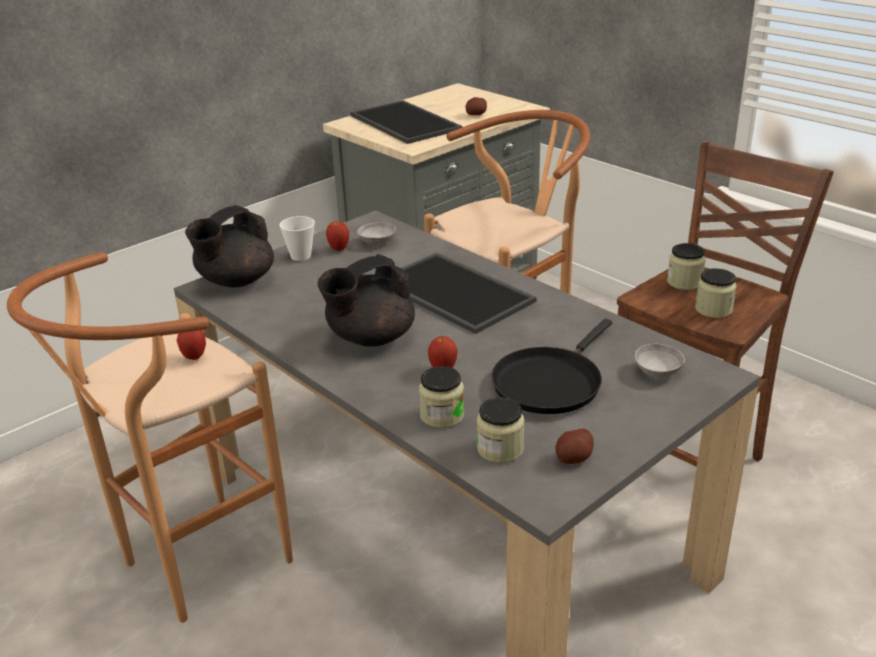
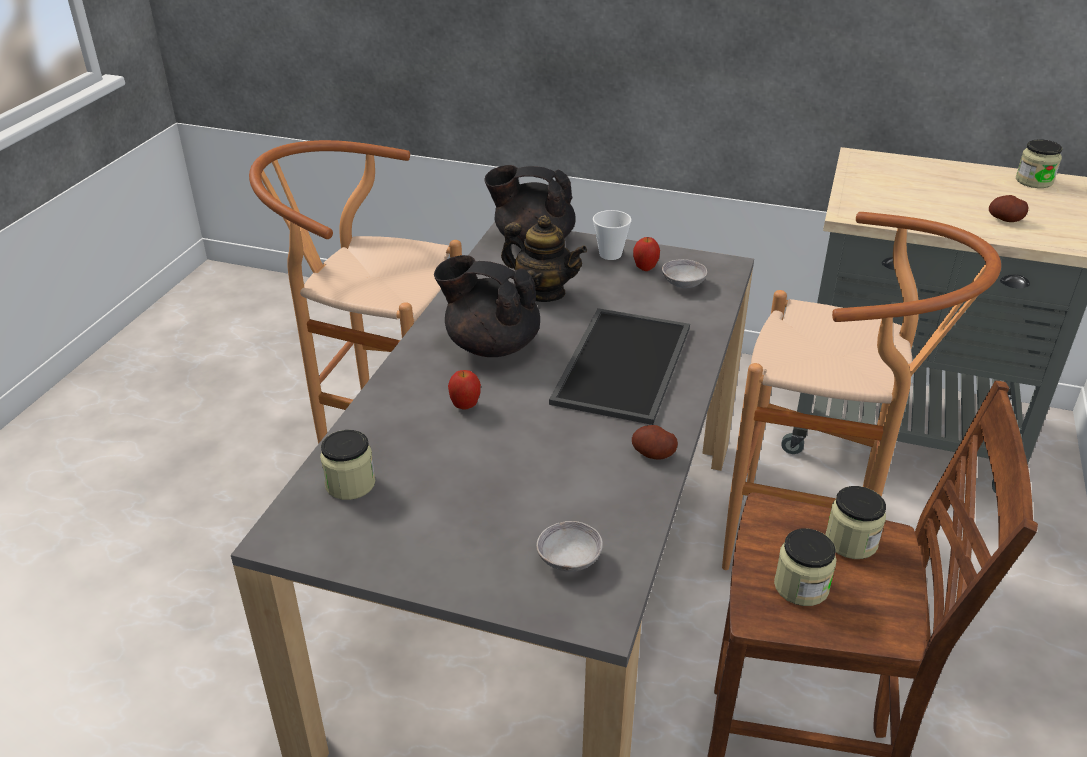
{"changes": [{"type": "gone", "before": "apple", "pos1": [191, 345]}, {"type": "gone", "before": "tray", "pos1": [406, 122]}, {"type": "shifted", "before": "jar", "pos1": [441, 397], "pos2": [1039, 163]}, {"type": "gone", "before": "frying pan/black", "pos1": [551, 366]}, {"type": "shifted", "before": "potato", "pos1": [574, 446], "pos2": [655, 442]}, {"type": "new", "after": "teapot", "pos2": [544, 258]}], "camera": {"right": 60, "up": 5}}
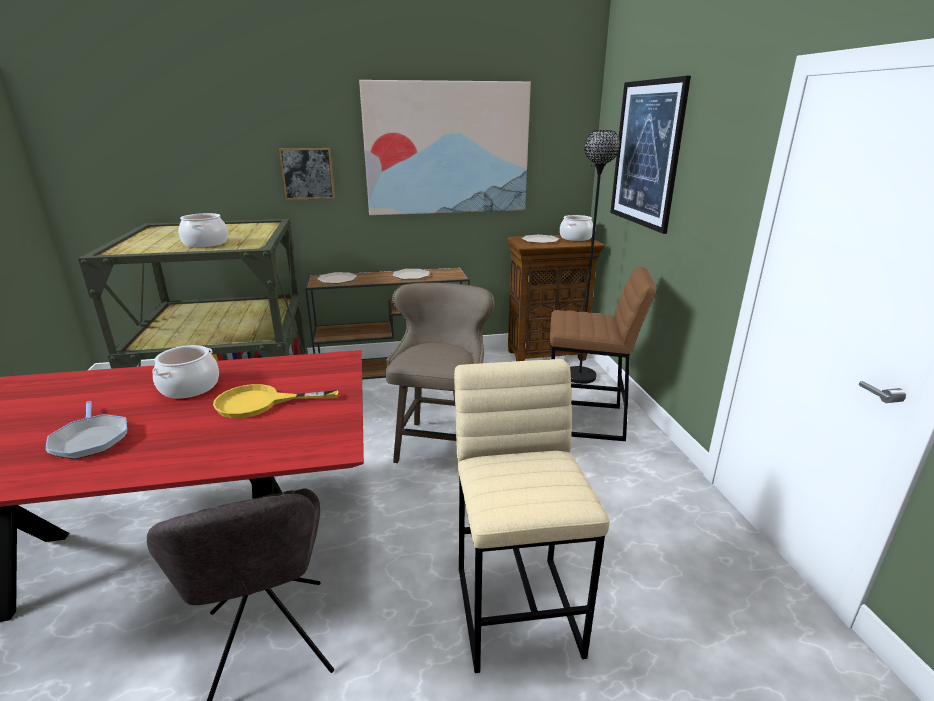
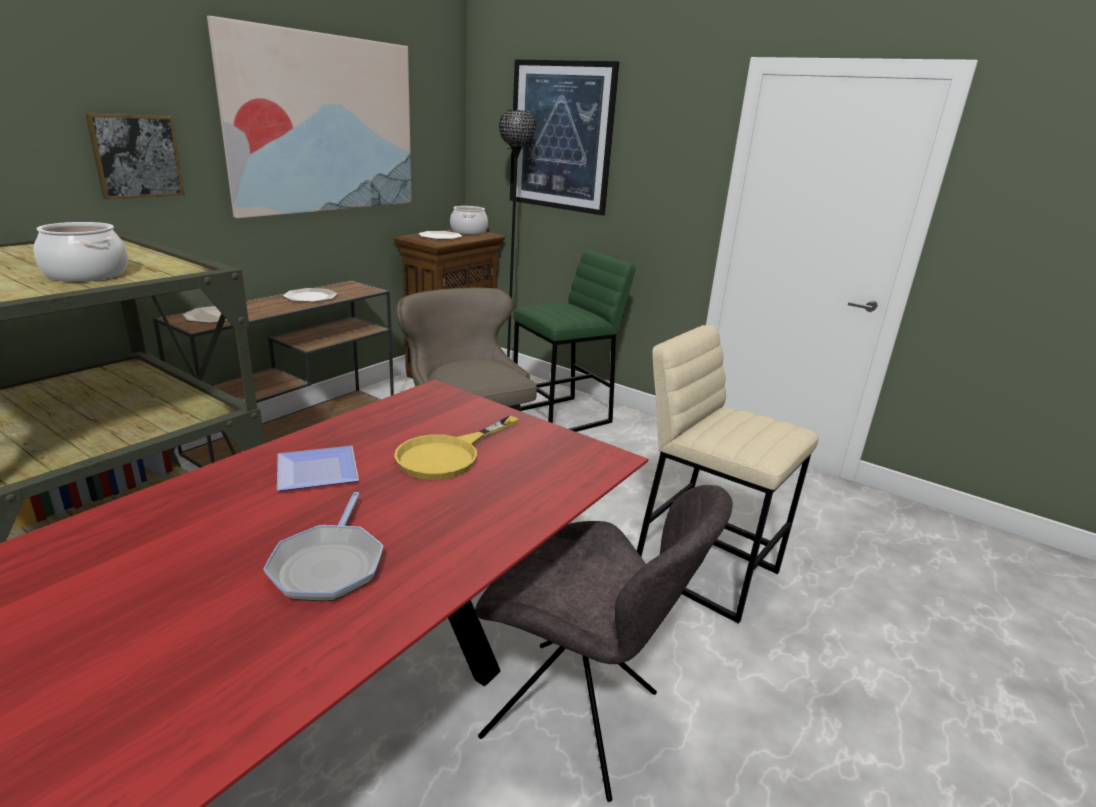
{"changes": [{"type": "rotated", "before": "frying pan", "pos1": [86, 430], "pos2": [323, 546], "turn": 75}, {"type": "swapped", "before": "cooking pot", "after": "plate", "pos1": [185, 372], "pos2": [318, 468]}, {"type": "repainted", "before": "stool/brown", "after": "stool/green", "pos1": [603, 354], "pos2": [574, 341]}], "camera": {"right": -45, "up": 0}}
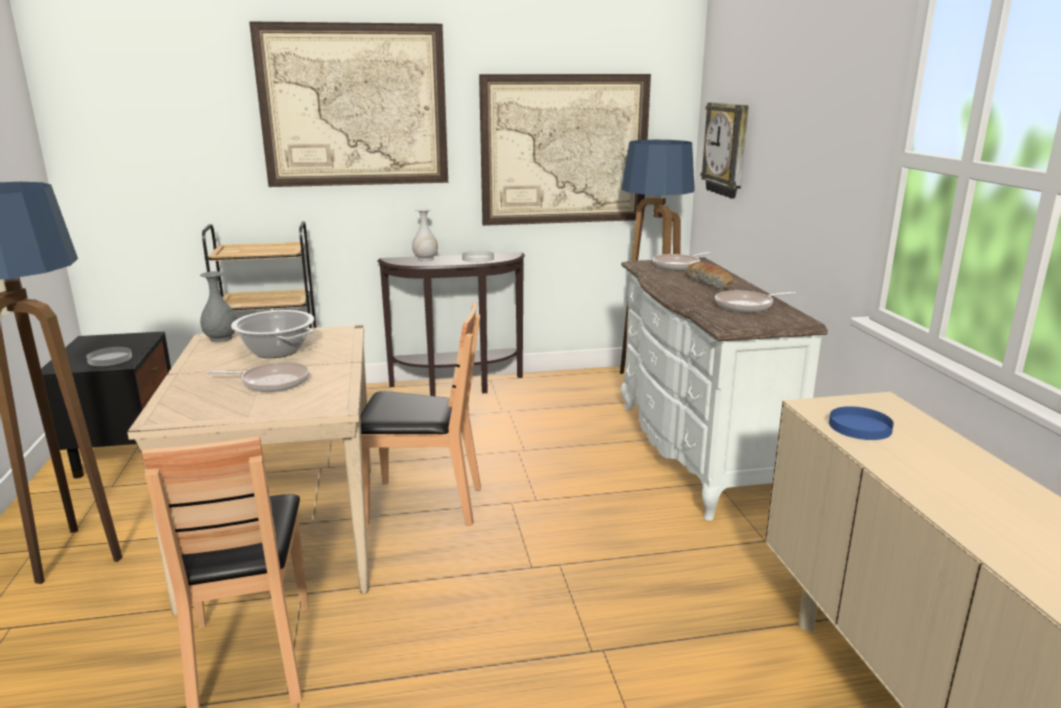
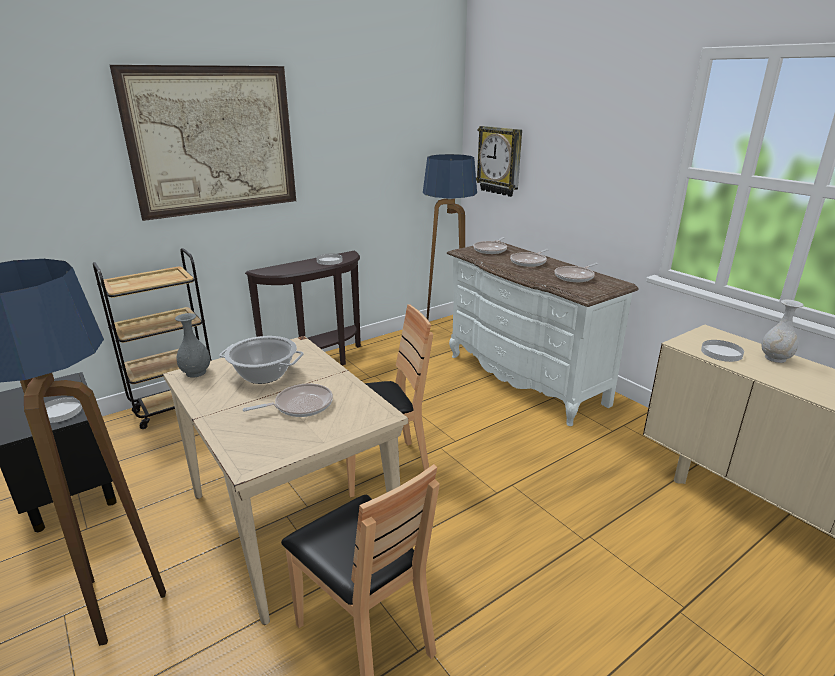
{"changes": [{"type": "shifted", "before": "vase/white", "pos1": [425, 234], "pos2": [782, 331]}, {"type": "gone", "before": "picture", "pos1": [565, 150]}, {"type": "swapped", "before": "bread", "after": "frying pan", "pos1": [709, 275], "pos2": [529, 258]}, {"type": "repainted", "before": "plate/blue", "after": "plate/white", "pos1": [861, 423], "pos2": [722, 351]}], "camera": {"right": -25, "up": 5}}
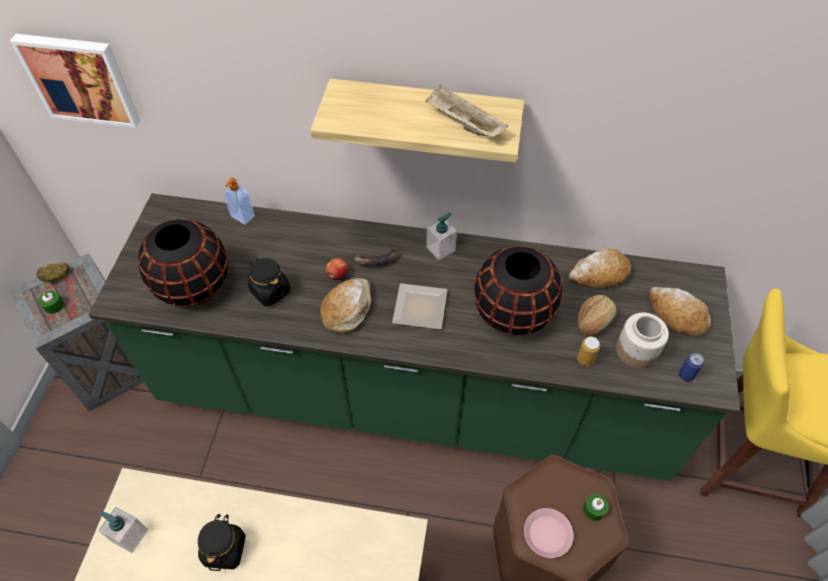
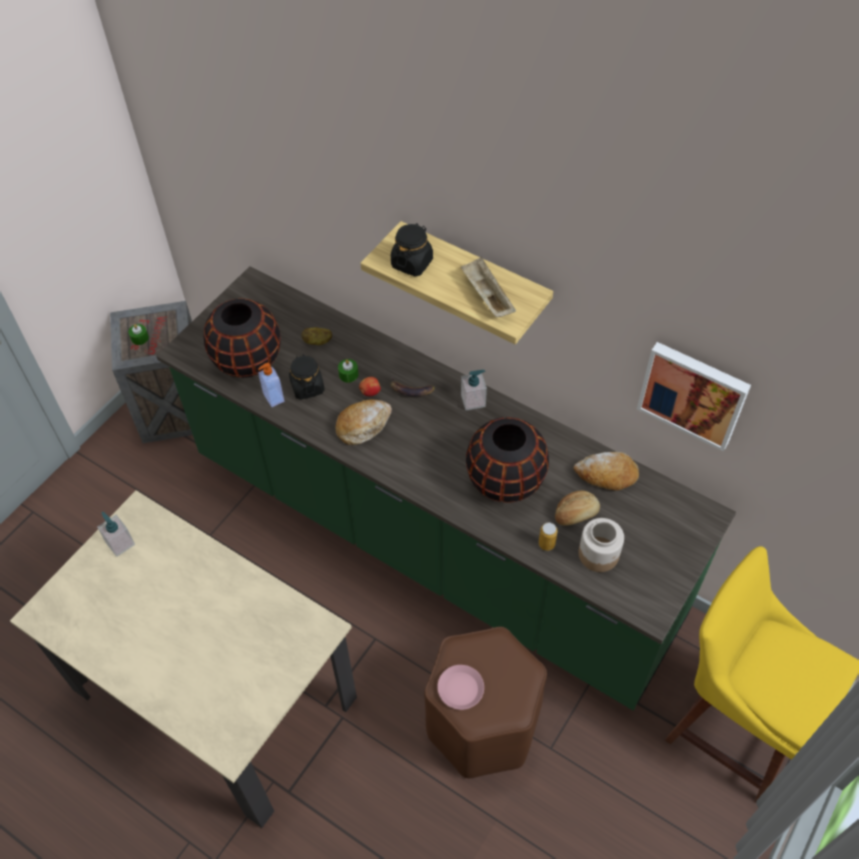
{"changes": [{"type": "shifted", "before": "picture", "pos1": [75, 81], "pos2": [694, 396]}, {"type": "shifted", "before": "potato", "pos1": [53, 272], "pos2": [316, 336]}, {"type": "shifted", "before": "jar/black", "pos1": [222, 542], "pos2": [412, 249]}, {"type": "shifted", "before": "soap dispenser", "pos1": [239, 201], "pos2": [271, 384]}, {"type": "gone", "before": "plate", "pos1": [419, 306]}, {"type": "shifted", "before": "candle/green", "pos1": [596, 507], "pos2": [348, 371]}, {"type": "gone", "before": "bread", "pos1": [680, 311]}, {"type": "gone", "before": "can", "pos1": [691, 367]}], "camera": {"right": 25, "up": 0}}
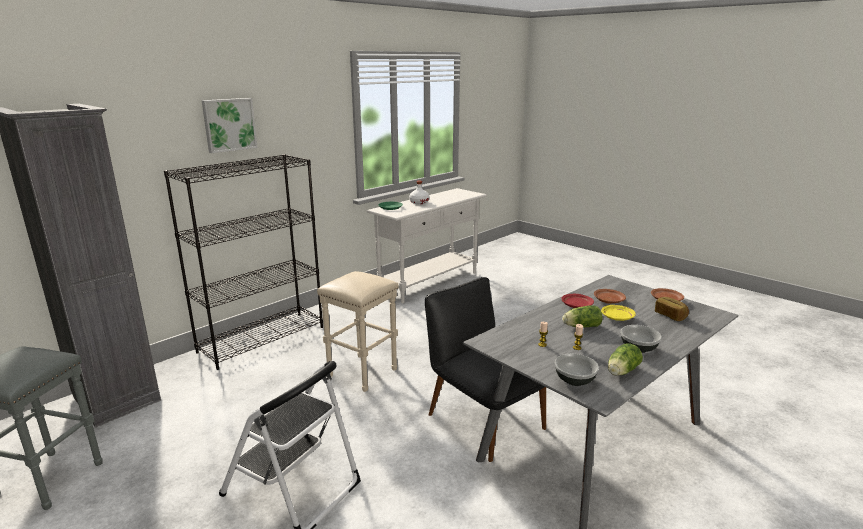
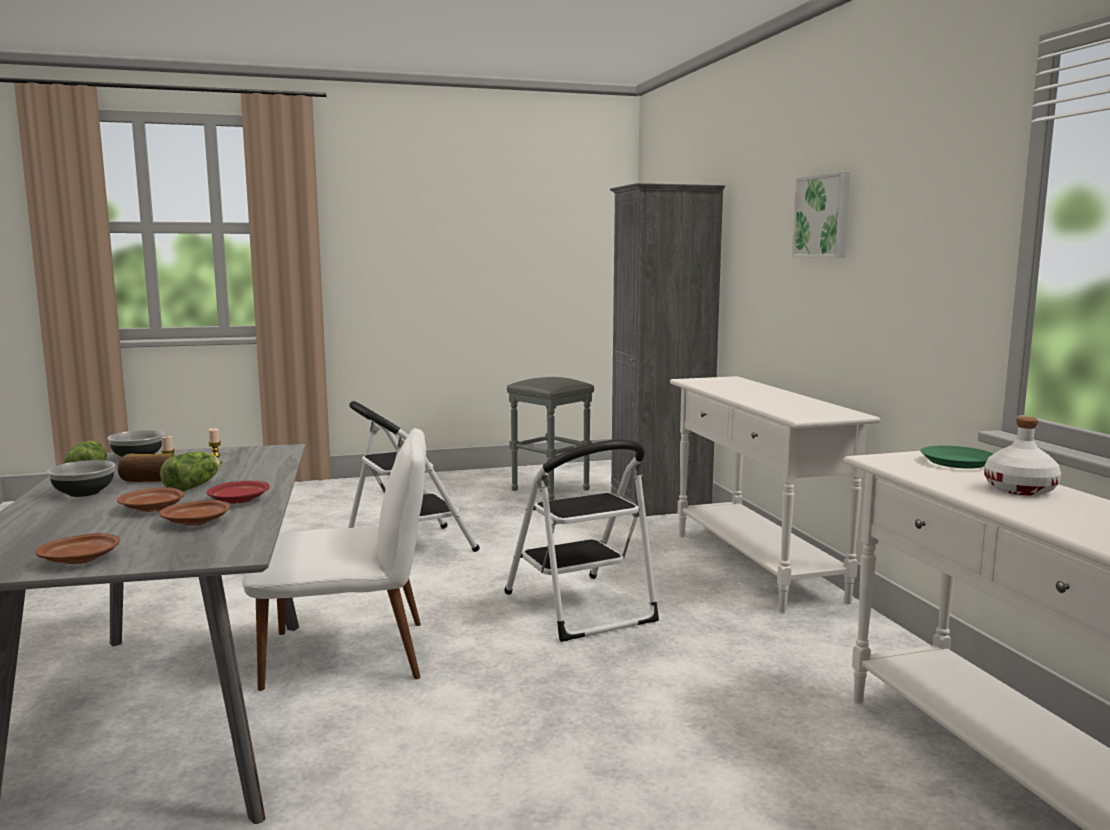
{"changes": [{"type": "swapped", "before": "bookcase/black", "after": "console table/white", "pos1": [243, 262], "pos2": [775, 494]}, {"type": "swapped", "before": "stool/beige", "after": "step ladder", "pos1": [358, 331], "pos2": [581, 541]}, {"type": "repainted", "before": "chair/black", "after": "chair/white", "pos1": [485, 369], "pos2": [334, 559]}, {"type": "repainted", "before": "plate/yellow", "after": "plate/brown", "pos1": [618, 313], "pos2": [150, 499]}, {"type": "shifted", "before": "bread", "pos1": [672, 309], "pos2": [146, 467]}], "camera": {"right": 120, "up": -10}}
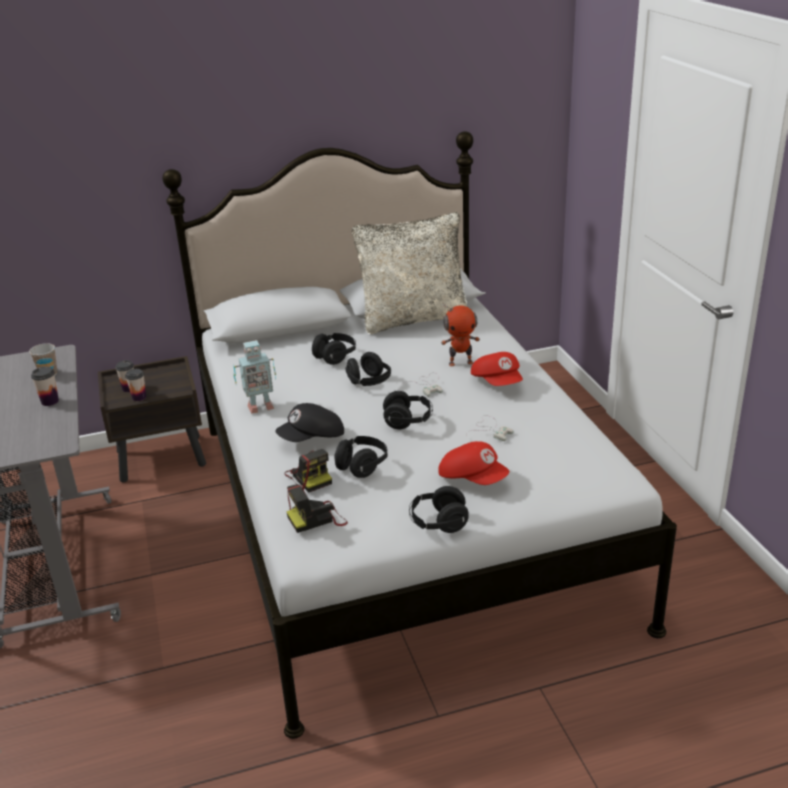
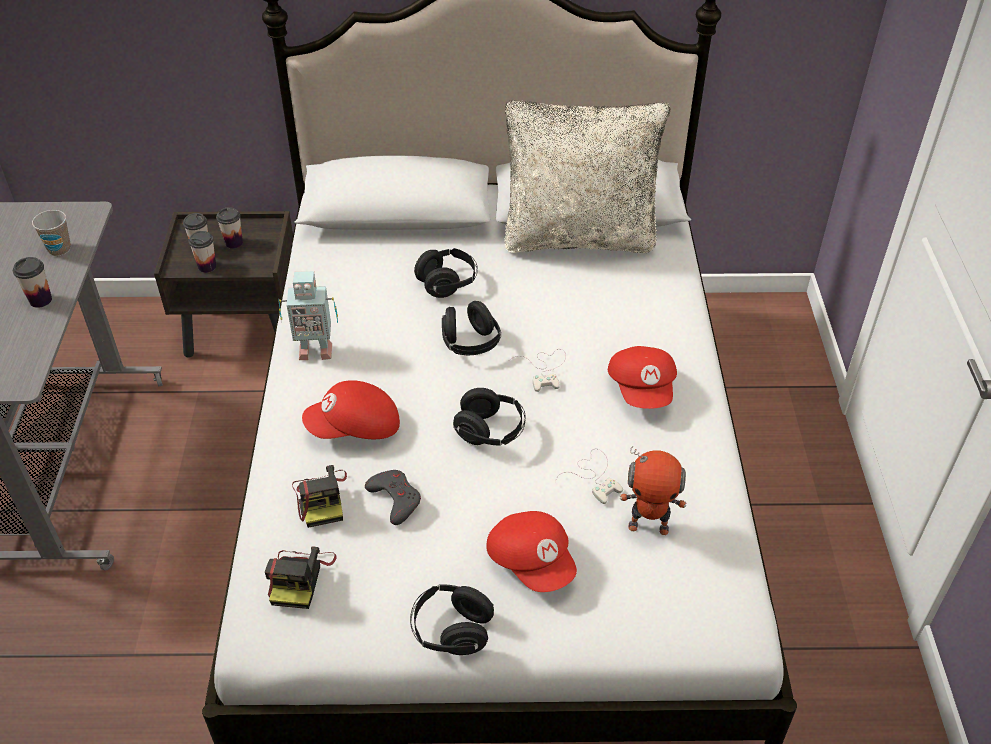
{"changes": [{"type": "repainted", "before": "cap/black", "after": "cap/red", "pos1": [309, 422], "pos2": [351, 409]}, {"type": "rotated", "before": "photo camera", "pos1": [317, 508], "pos2": [300, 578], "turn": -75}, {"type": "swapped", "before": "headphones/black", "after": "game controller/grey", "pos1": [361, 457], "pos2": [393, 497]}, {"type": "shifted", "before": "toy robot", "pos1": [460, 334], "pos2": [653, 490]}, {"type": "new", "after": "cup", "pos2": [229, 228]}], "camera": {"right": 15, "up": 15}}
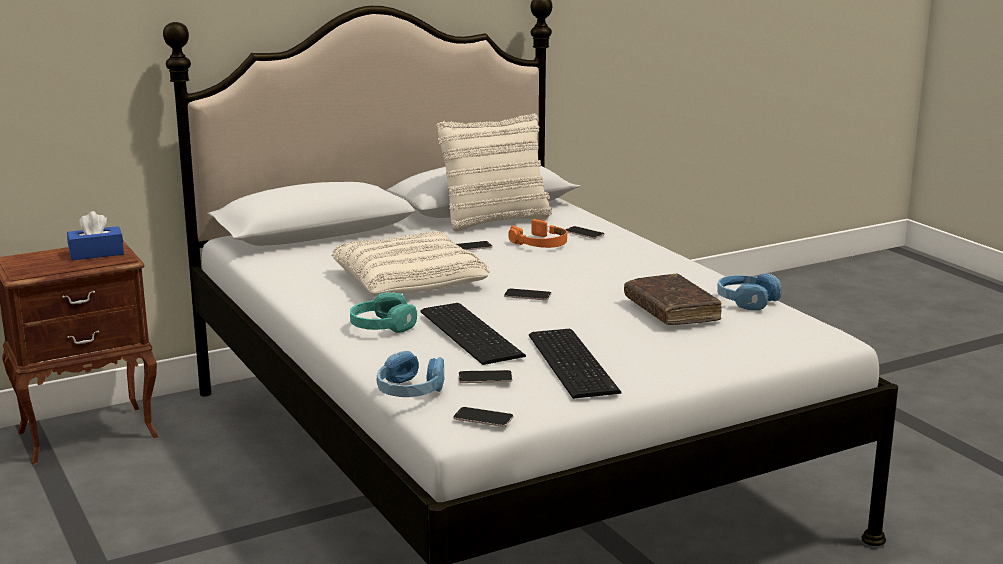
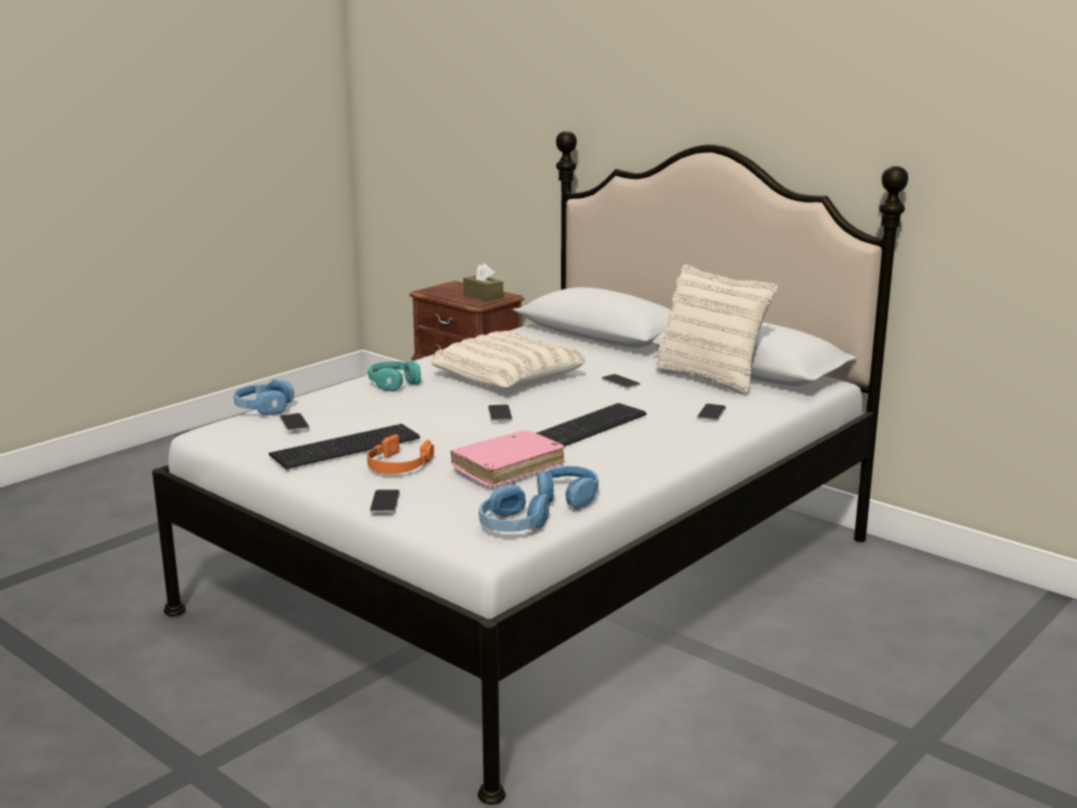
{"changes": [{"type": "repainted", "before": "tissue box/blue", "after": "tissue box/brown", "pos1": [95, 235], "pos2": [483, 282]}, {"type": "shifted", "before": "keyboard", "pos1": [473, 334], "pos2": [592, 425]}, {"type": "shifted", "before": "phone", "pos1": [483, 417], "pos2": [385, 501]}, {"type": "shifted", "before": "headphones/orange", "pos1": [537, 233], "pos2": [400, 454]}, {"type": "repainted", "before": "book/brown", "after": "book/pink", "pos1": [673, 299], "pos2": [508, 459]}, {"type": "new", "after": "headphones/blue", "pos2": [514, 508]}], "camera": {"right": 70, "up": 0}}
